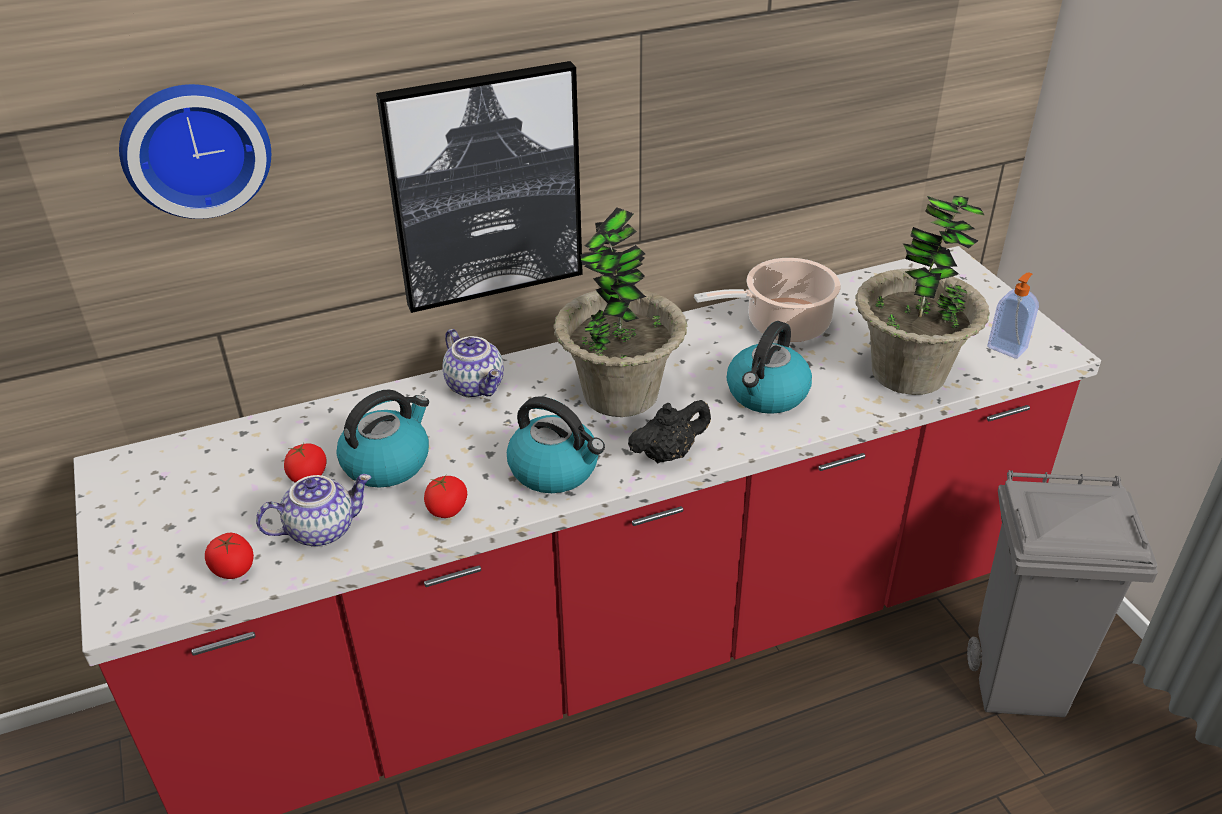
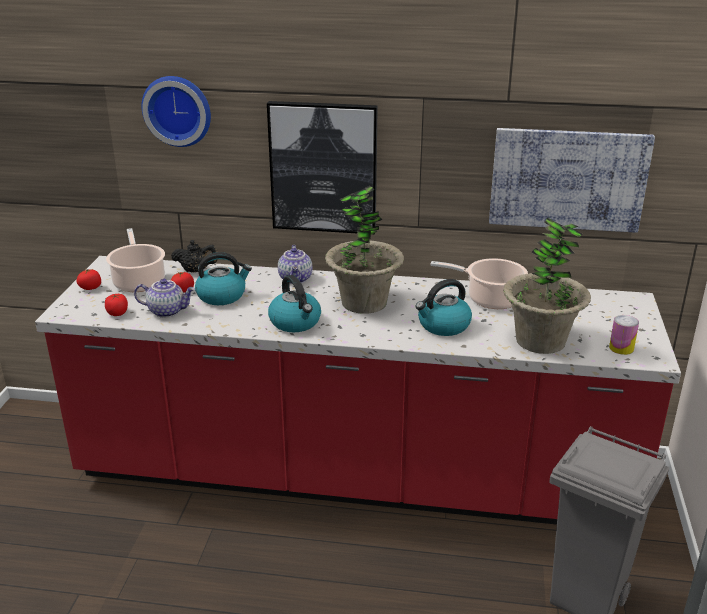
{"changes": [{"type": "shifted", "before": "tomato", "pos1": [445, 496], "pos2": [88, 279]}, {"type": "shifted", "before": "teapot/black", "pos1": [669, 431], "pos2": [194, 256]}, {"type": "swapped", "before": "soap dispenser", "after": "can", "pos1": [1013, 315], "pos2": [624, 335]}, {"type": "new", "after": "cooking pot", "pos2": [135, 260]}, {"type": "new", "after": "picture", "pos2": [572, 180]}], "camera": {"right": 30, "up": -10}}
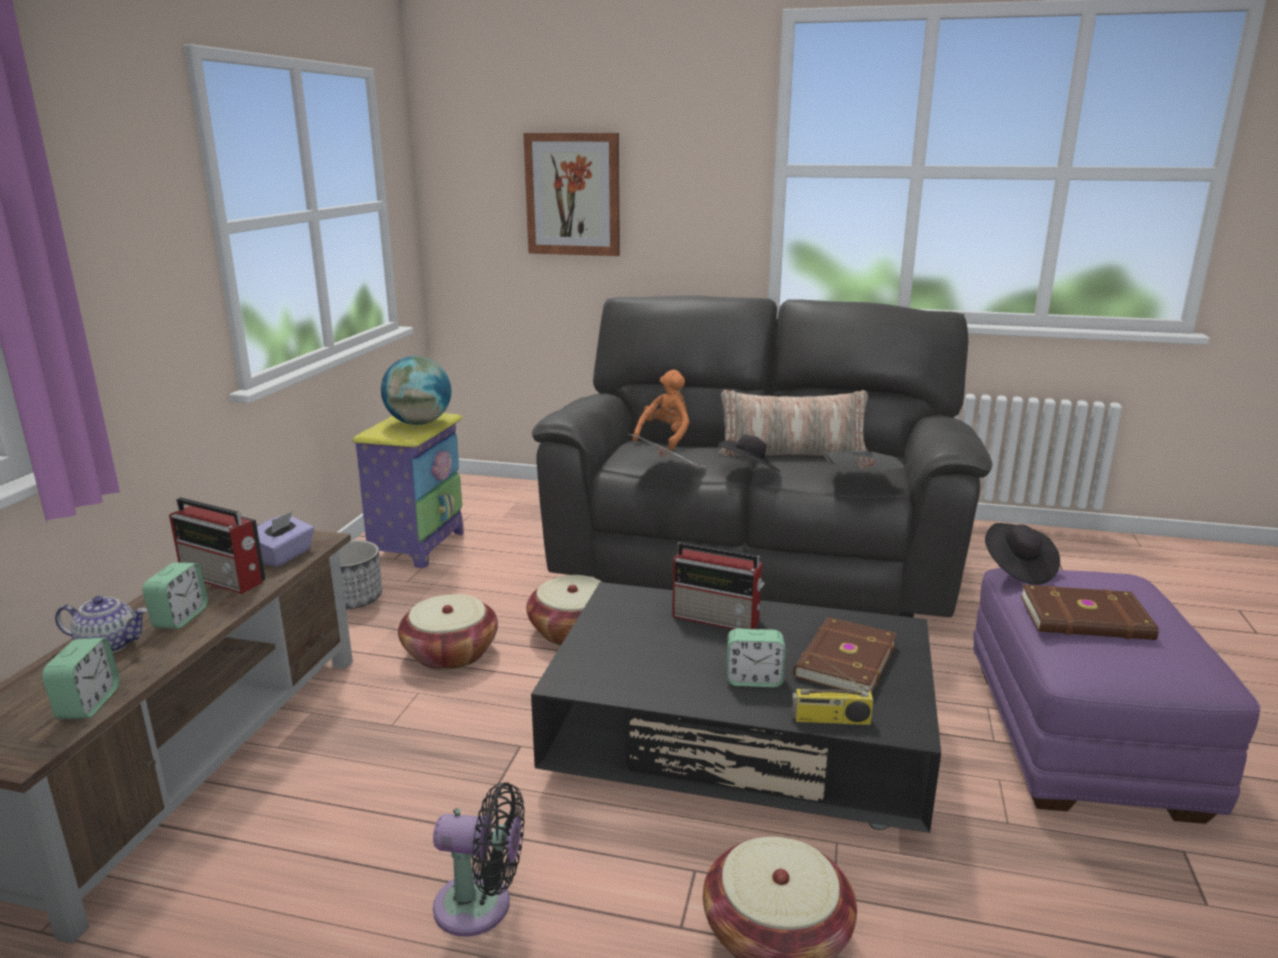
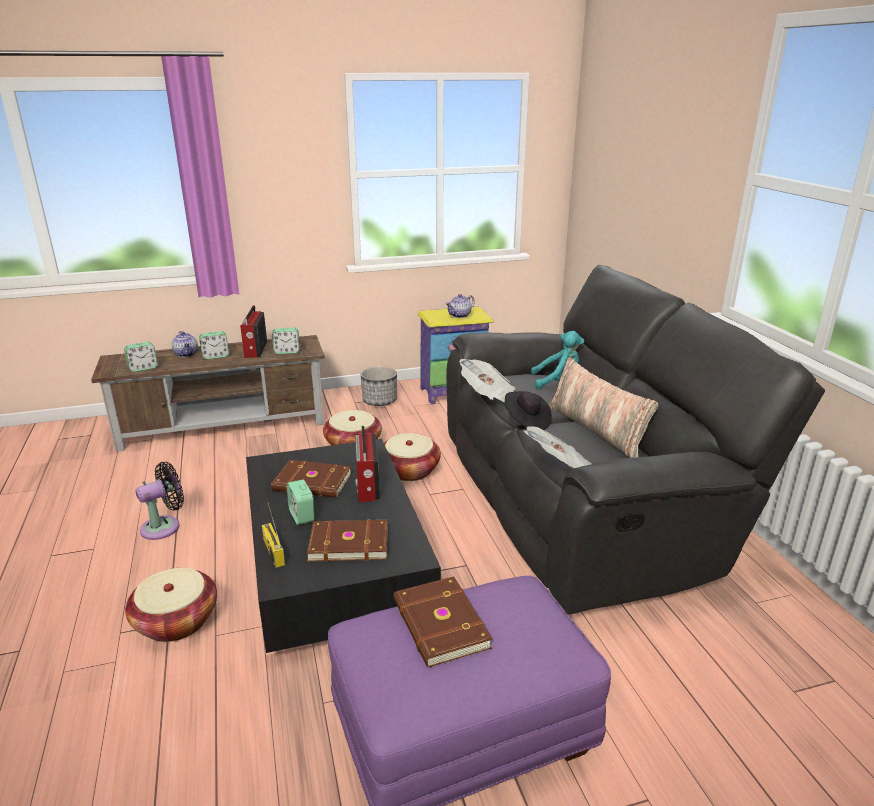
{"changes": [{"type": "swapped", "before": "tissue box/purple", "after": "alarm clock", "pos1": [285, 539], "pos2": [286, 341]}, {"type": "swapped", "before": "globe", "after": "teapot", "pos1": [416, 390], "pos2": [460, 306]}, {"type": "rotated", "before": "fan/black", "pos1": [479, 859], "pos2": [159, 501], "turn": -105}, {"type": "gone", "before": "picture", "pos1": [571, 194]}, {"type": "repainted", "before": "plush toy/orange", "after": "plush toy/turquoise", "pos1": [661, 410], "pos2": [557, 360]}, {"type": "gone", "before": "hat/black", "pos1": [1022, 554]}, {"type": "new", "after": "book/brown", "pos2": [311, 479]}], "camera": {"right": 60, "up": 5}}
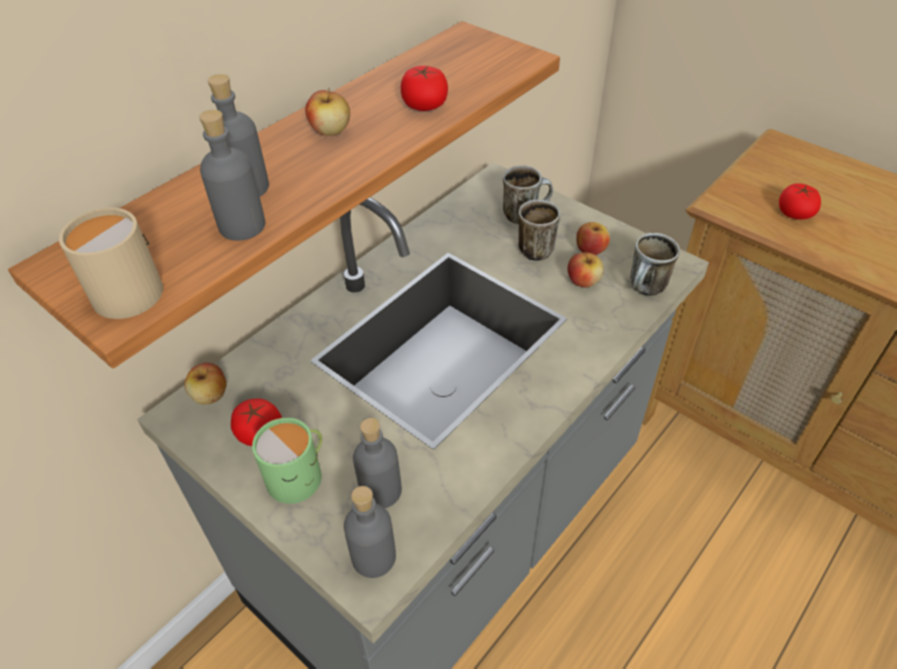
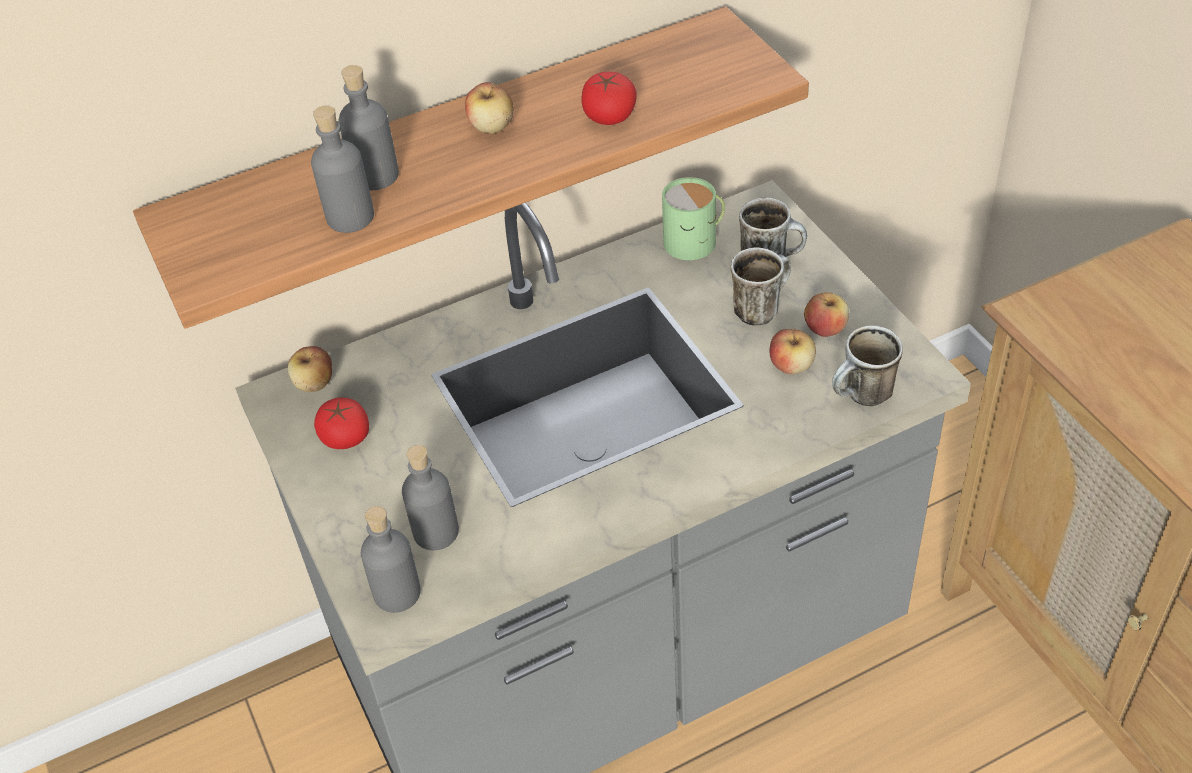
{"changes": [{"type": "gone", "before": "mug/beige", "pos1": [111, 263]}, {"type": "shifted", "before": "mug/green", "pos1": [287, 461], "pos2": [693, 218]}, {"type": "gone", "before": "tomato", "pos1": [800, 202]}], "camera": {"right": 25, "up": 0}}
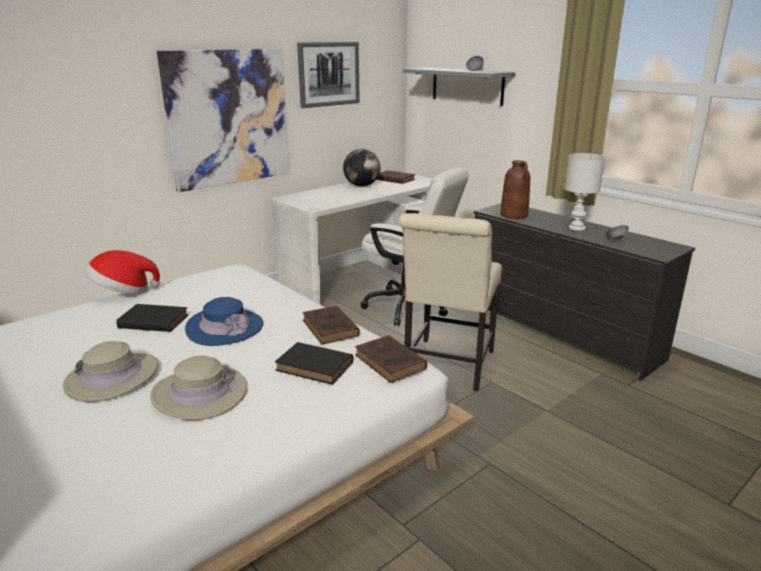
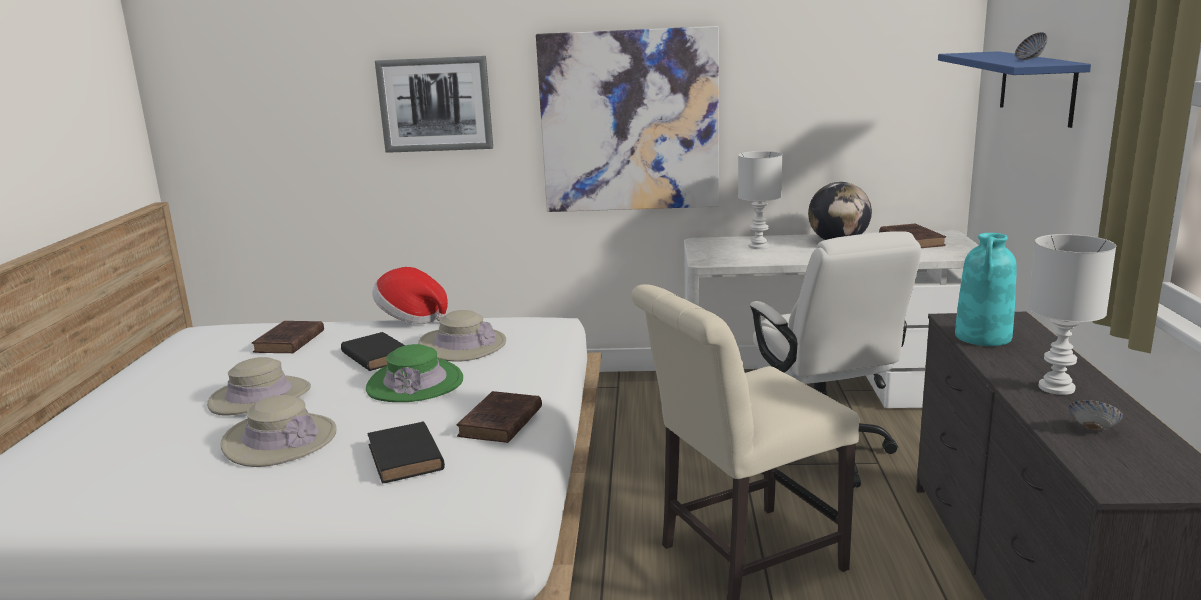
{"changes": [{"type": "repainted", "before": "hat/blue", "after": "hat/green", "pos1": [224, 321], "pos2": [414, 373]}, {"type": "shifted", "before": "picture", "pos1": [328, 75], "pos2": [434, 104]}, {"type": "shifted", "before": "book/brown", "pos1": [391, 359], "pos2": [288, 337]}, {"type": "repainted", "before": "shelf/grey", "after": "shelf/blue", "pos1": [459, 87], "pos2": [1014, 89]}, {"type": "repainted", "before": "vase/brown", "after": "vase/turquoise", "pos1": [515, 189], "pos2": [986, 289]}, {"type": "new", "after": "hat/beige", "pos2": [462, 336]}, {"type": "new", "after": "table lamp/white", "pos2": [760, 200]}], "camera": {"right": 45, "up": -5}}
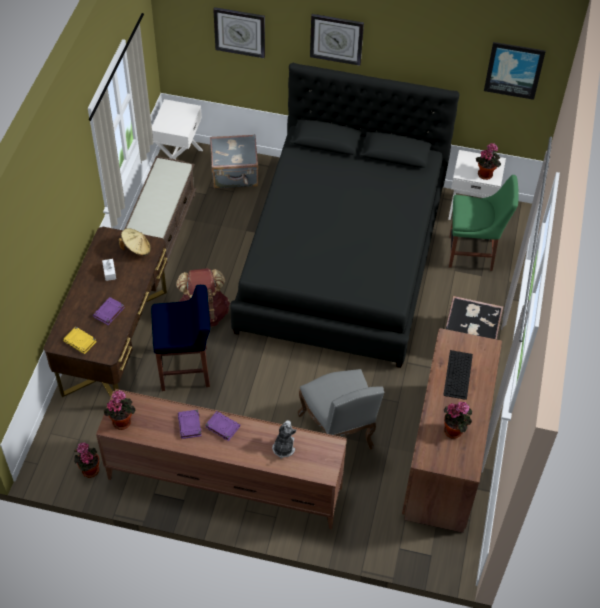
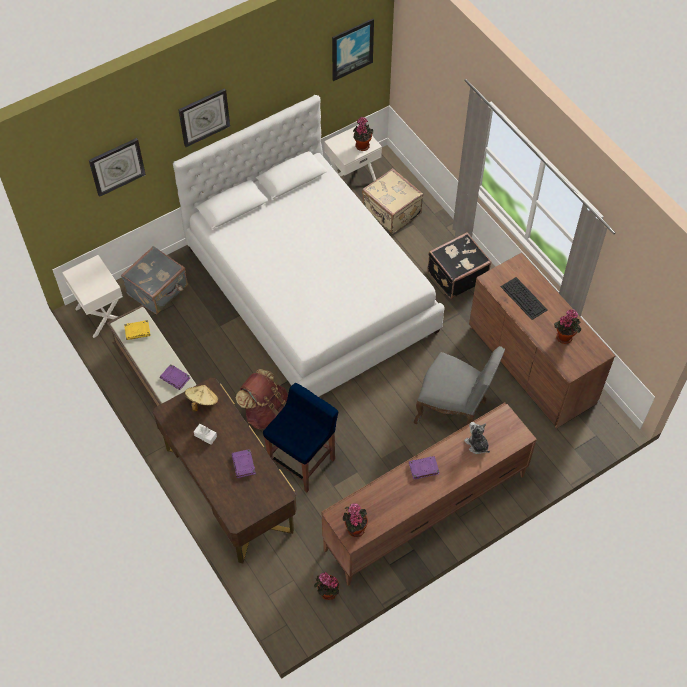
{"changes": [{"type": "shifted", "before": "book/yellow", "pos1": [80, 340], "pos2": [137, 330]}, {"type": "shifted", "before": "book/purple", "pos1": [190, 424], "pos2": [175, 377]}, {"type": "repainted", "before": "bed/black", "after": "bed/white", "pos1": [344, 215], "pos2": [309, 246]}, {"type": "swapped", "before": "chair/green", "after": "suitcase/beige", "pos1": [484, 223], "pos2": [392, 201]}], "camera": {"right": -45, "up": 5}}
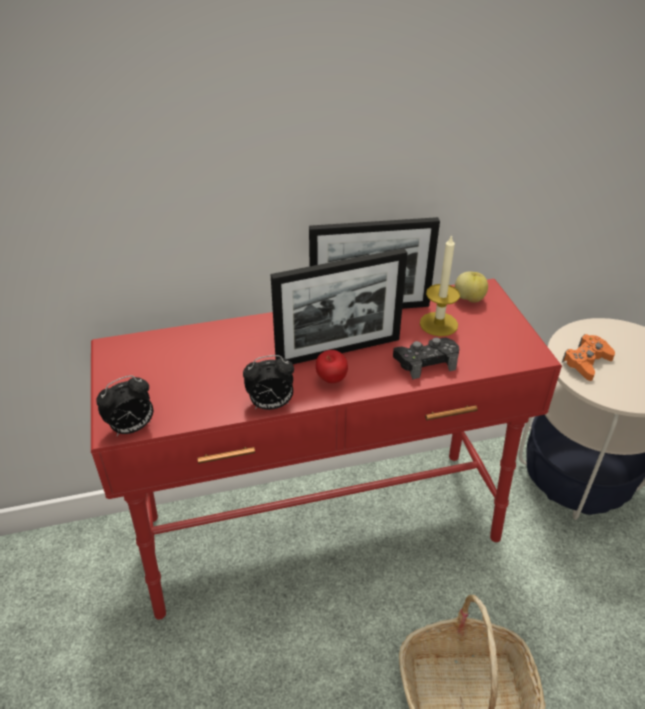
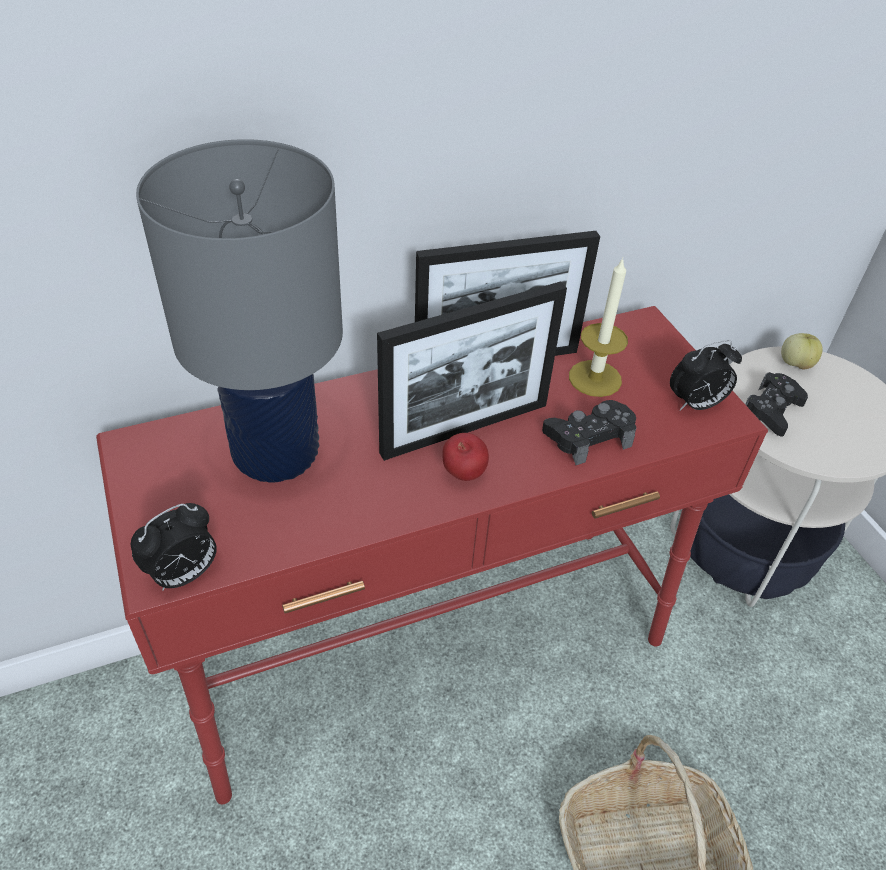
{"changes": [{"type": "shifted", "before": "alarm clock", "pos1": [268, 382], "pos2": [706, 375]}, {"type": "shifted", "before": "apple", "pos1": [471, 287], "pos2": [802, 351]}, {"type": "repainted", "before": "game controller/orange", "after": "game controller/black", "pos1": [588, 357], "pos2": [776, 404]}, {"type": "new", "after": "table lamp/grey", "pos2": [239, 311]}], "camera": {"right": -10, "up": 5}}
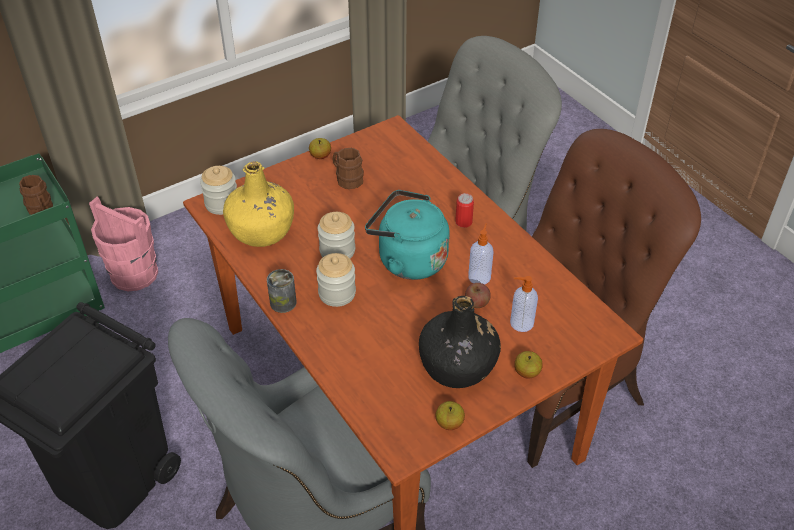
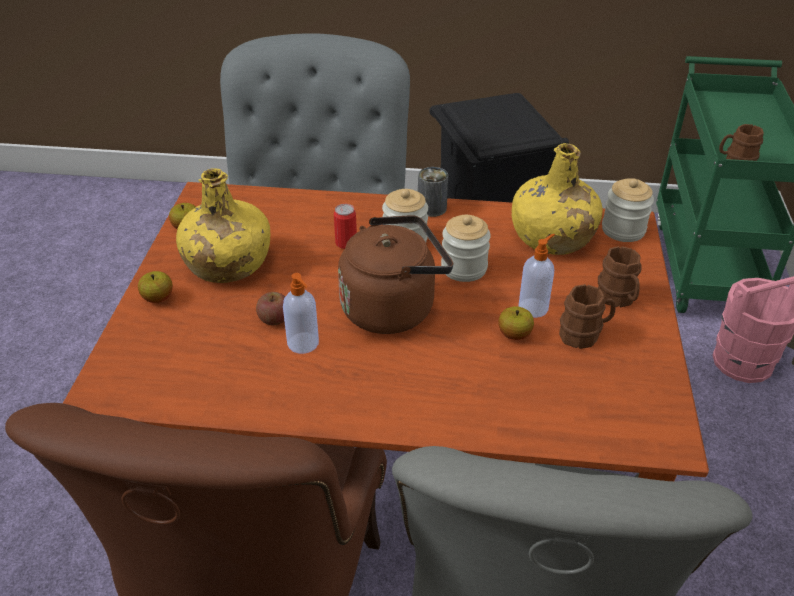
{"changes": [{"type": "shifted", "before": "apple", "pos1": [320, 148], "pos2": [516, 323]}, {"type": "repainted", "before": "kettle/turquoise", "after": "kettle/brown", "pos1": [407, 235], "pos2": [395, 274]}, {"type": "repainted", "before": "bottle/black", "after": "bottle/yellow", "pos1": [460, 342], "pos2": [223, 225]}, {"type": "shifted", "before": "can", "pos1": [464, 210], "pos2": [345, 226]}, {"type": "shifted", "before": "soap dispenser", "pos1": [524, 304], "pos2": [536, 276]}, {"type": "new", "after": "mug/brown", "pos2": [620, 276]}], "camera": {"right": 130, "up": -5}}
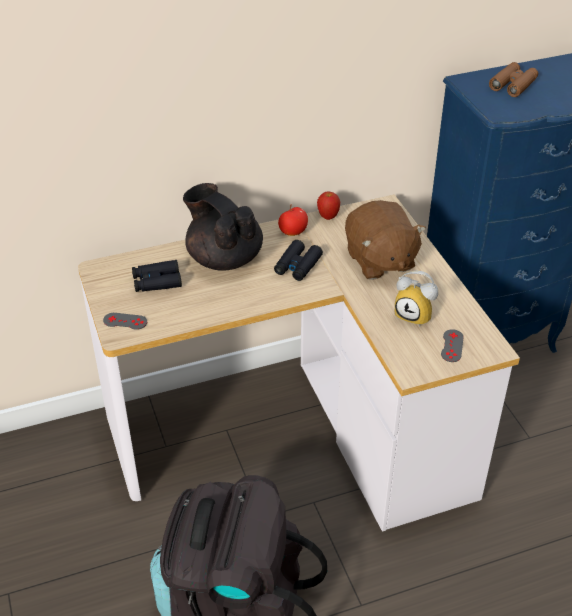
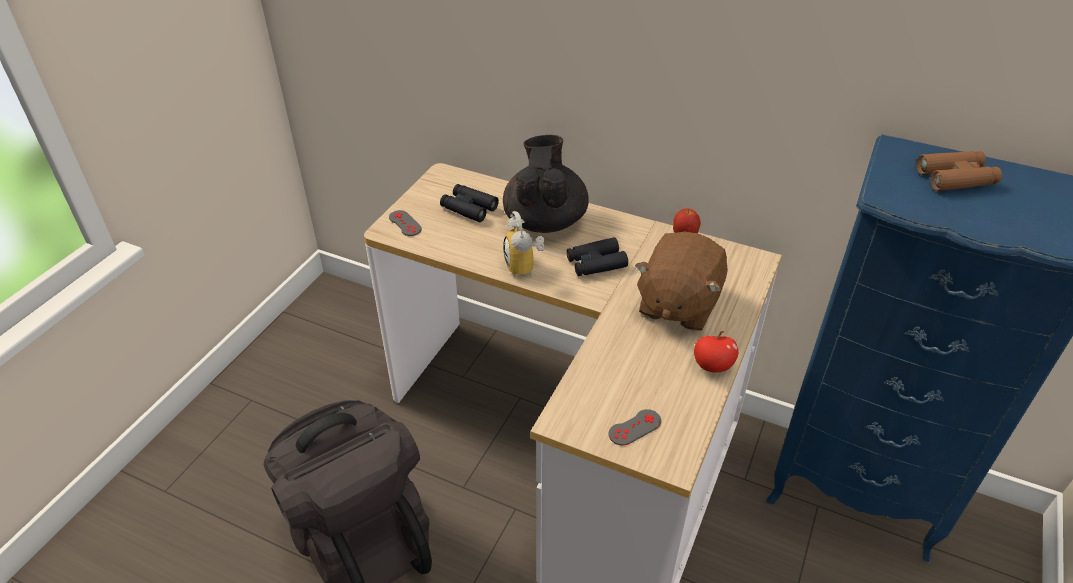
{"changes": [{"type": "shifted", "before": "apple", "pos1": [293, 220], "pos2": [716, 352]}, {"type": "shifted", "before": "alarm clock", "pos1": [416, 298], "pos2": [524, 244]}], "camera": {"right": 45, "up": 0}}
